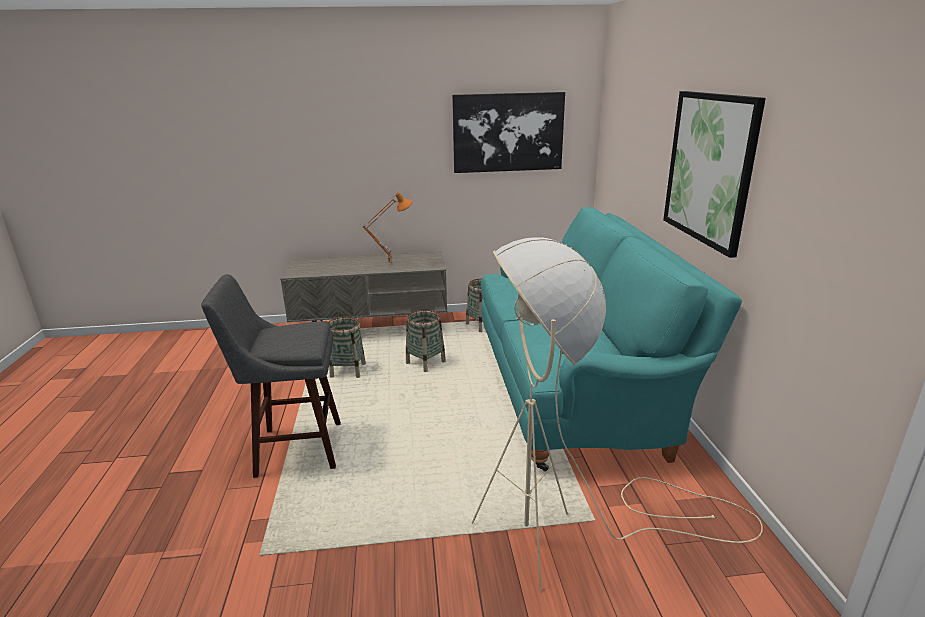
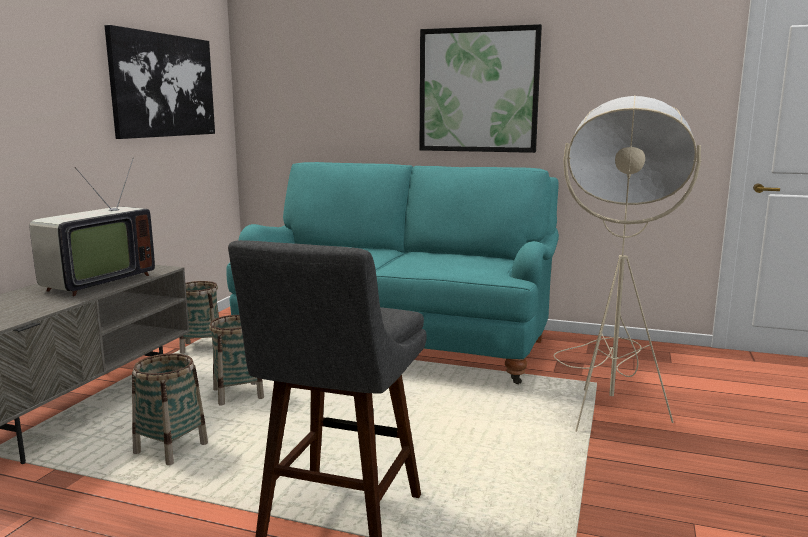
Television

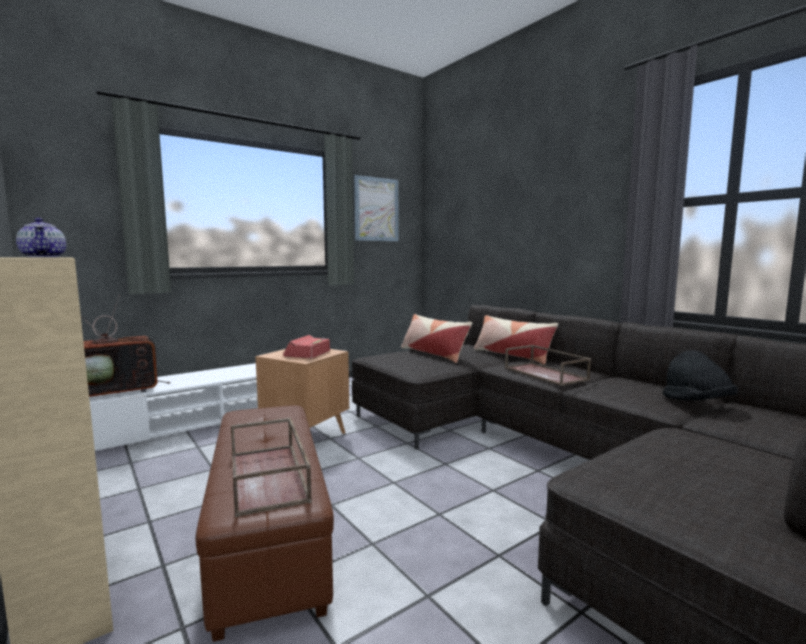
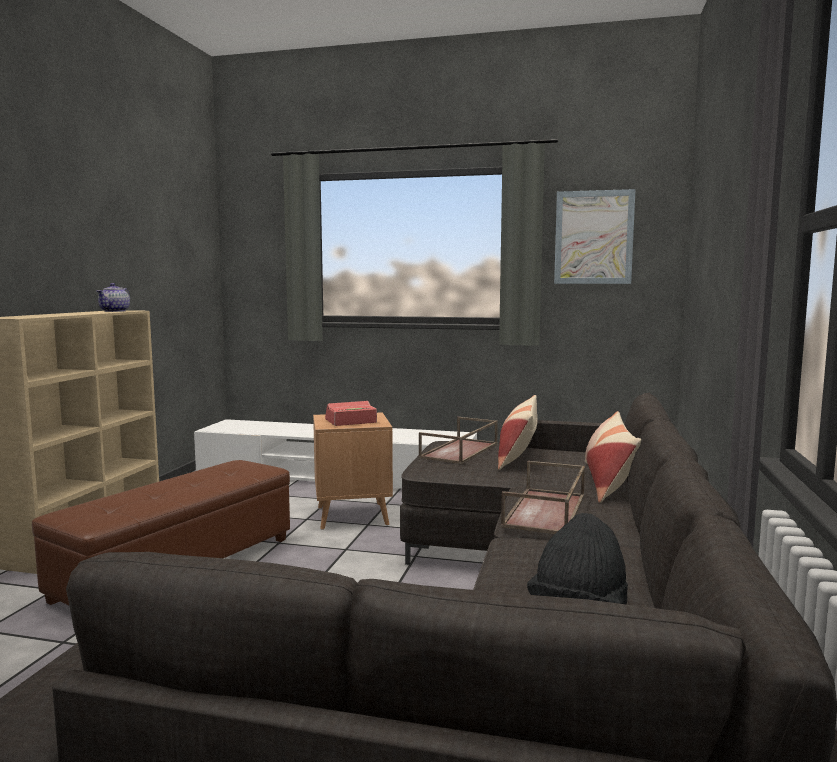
Television; BrownishTray (1st from left)

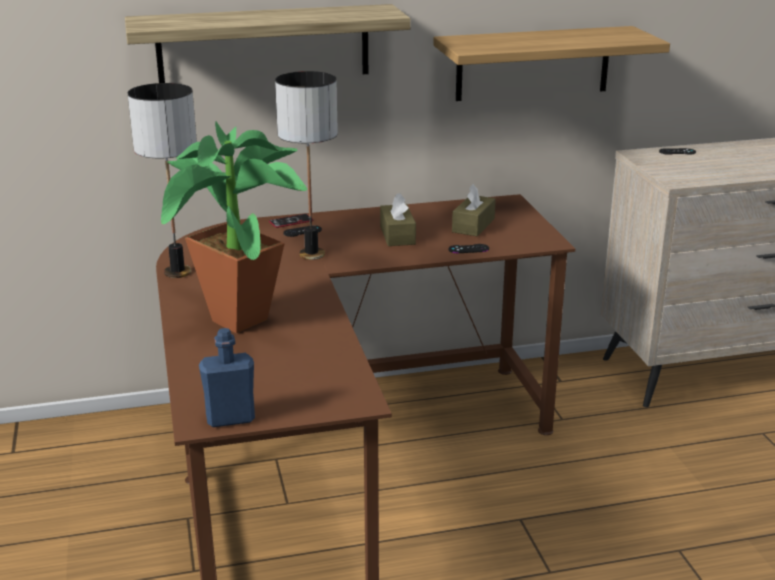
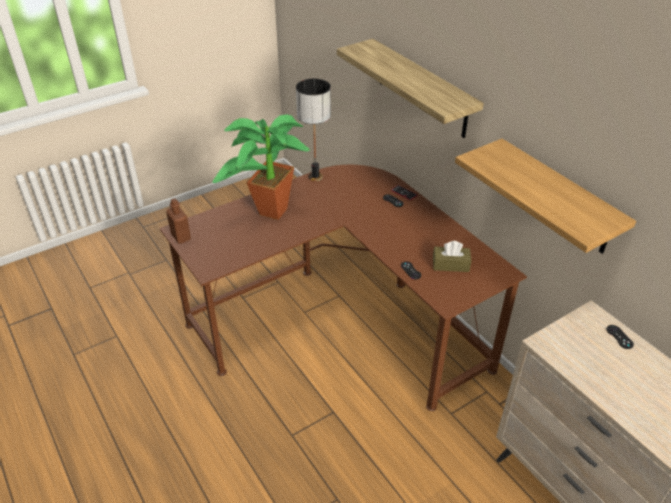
LampForATable (2nd from left in the first image); BrownishTissueHolder (1st from left in the first image); BrownishBottle

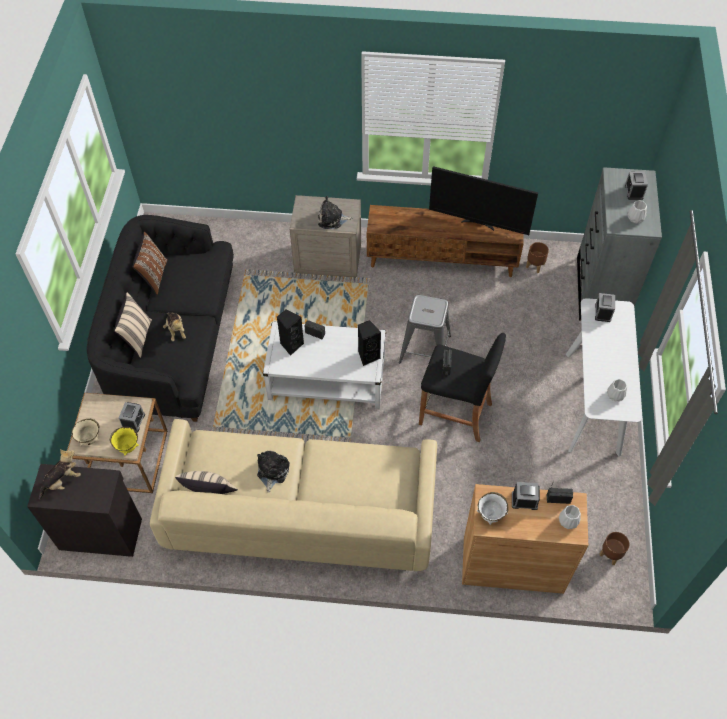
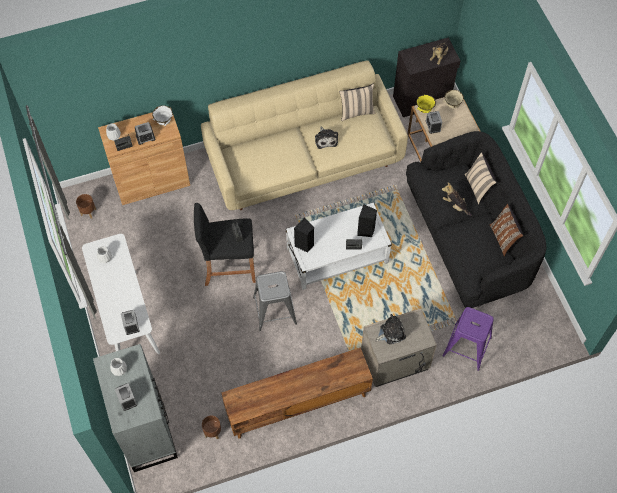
Television; PurpleStool

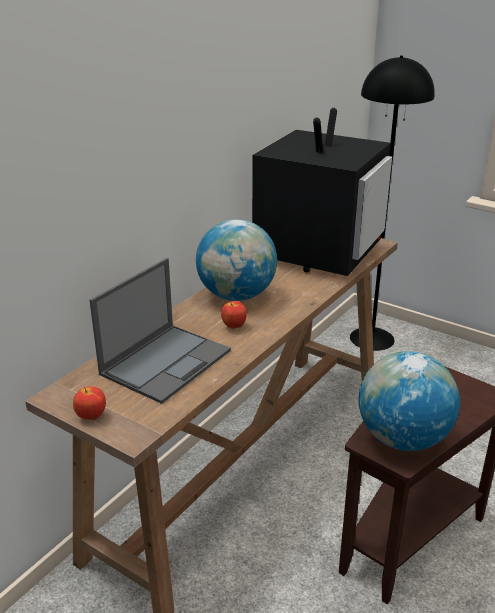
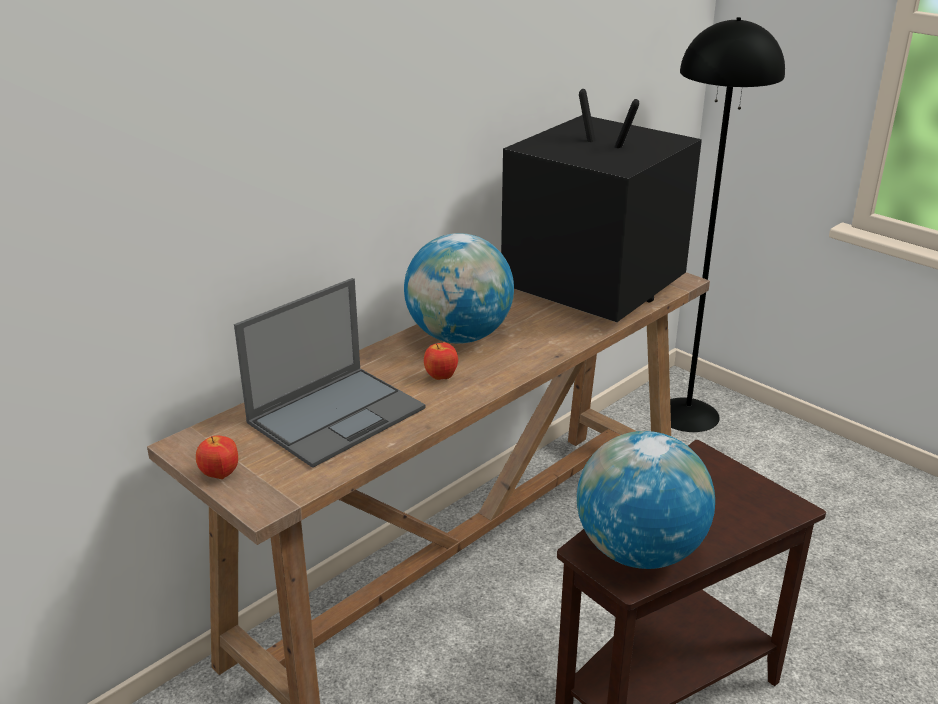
Television

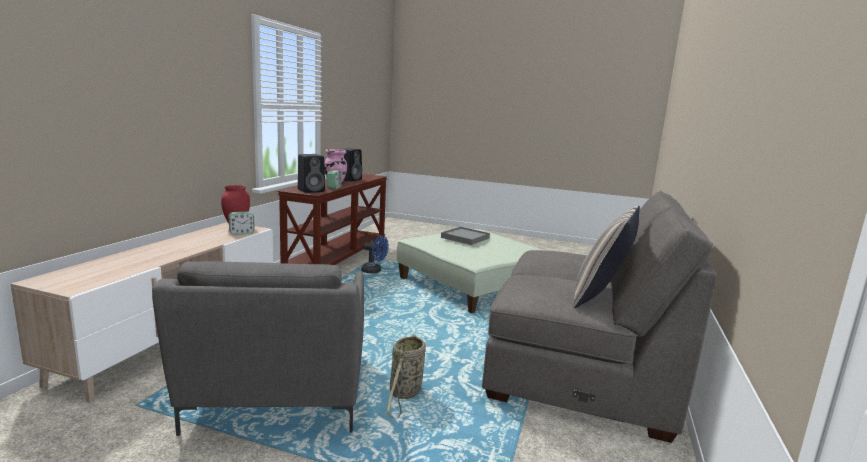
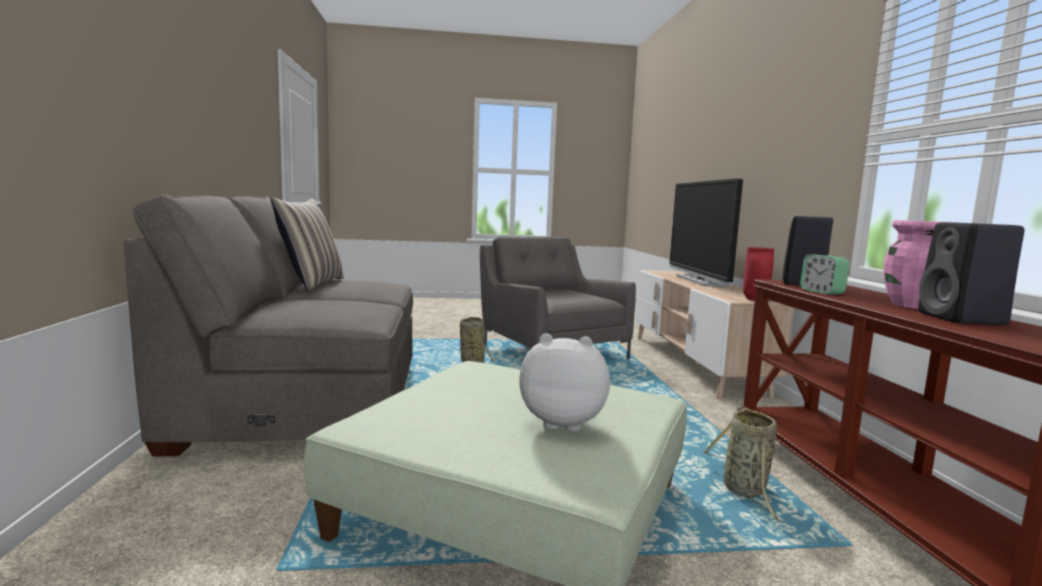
AlarmClock (1st from left in the first image); Television; HouseholdBasket (2nd from left); SoftToy

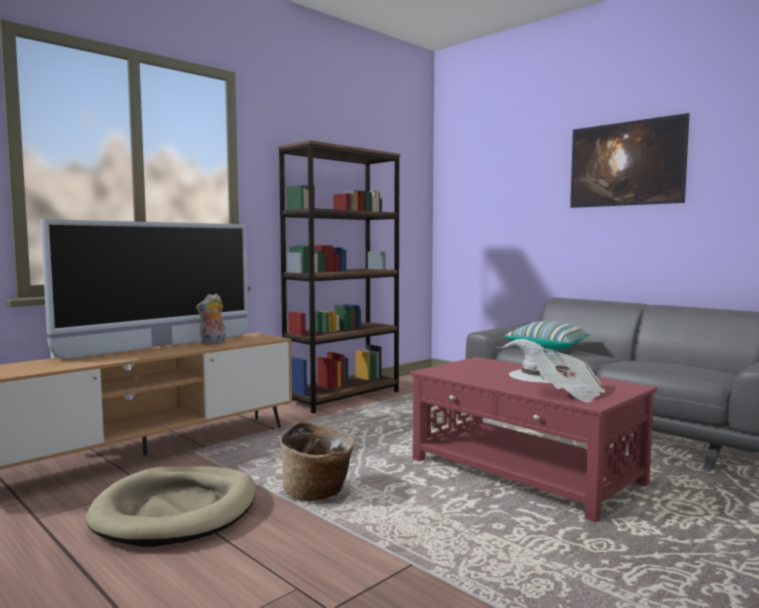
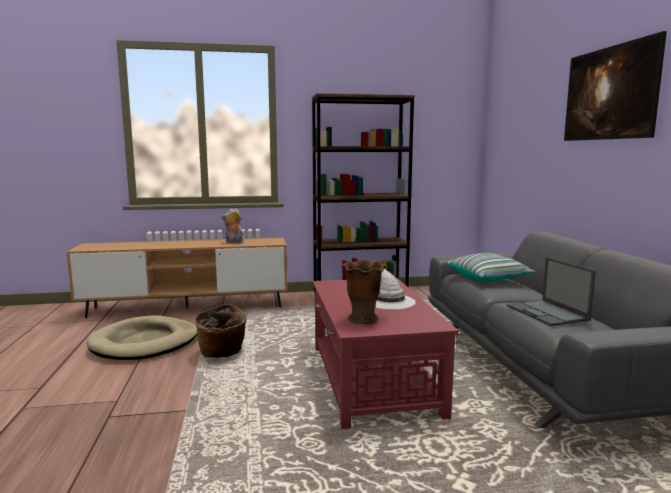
Television; NotebookComputer; BrownishFlowerVase

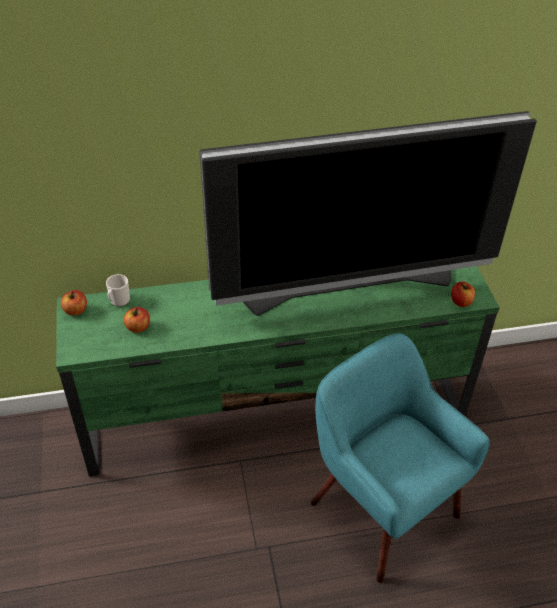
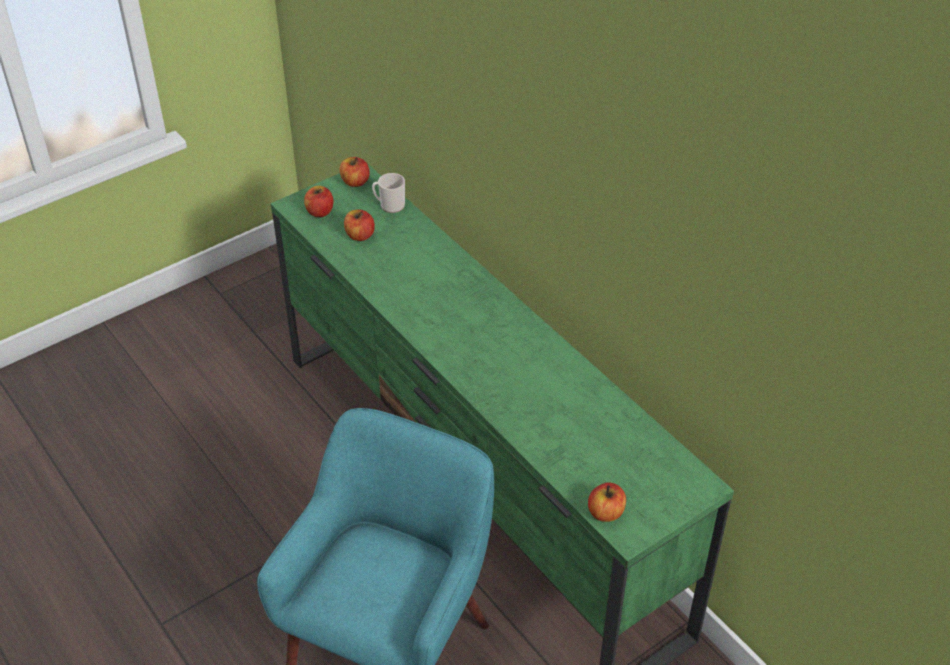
Television; AppleFruit (1st from left)

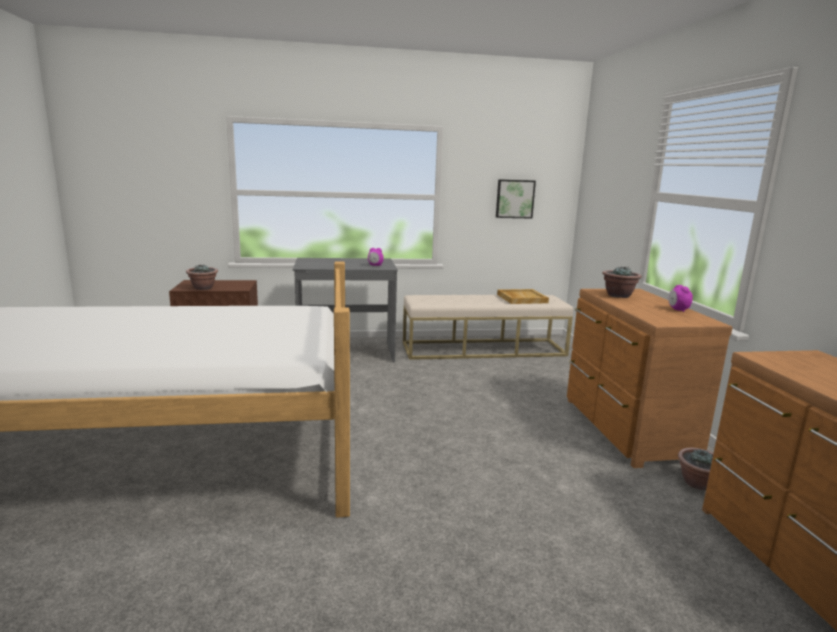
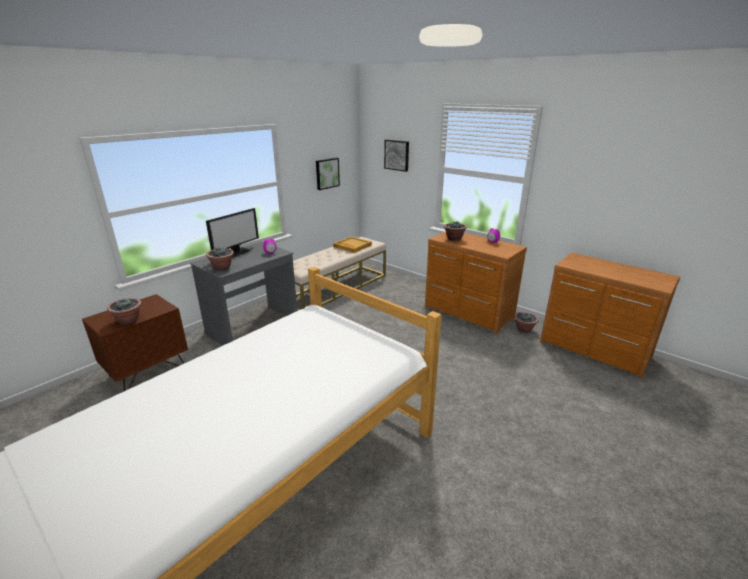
ComputerDisplay; PottedPlant (2nd from left); WallArt (2nd from left)

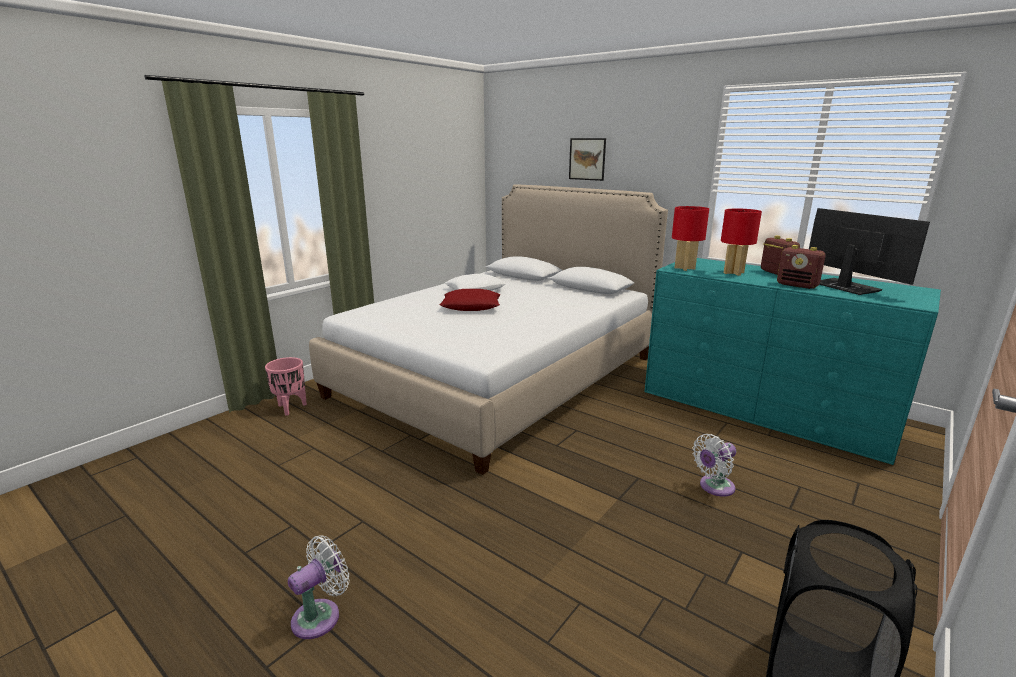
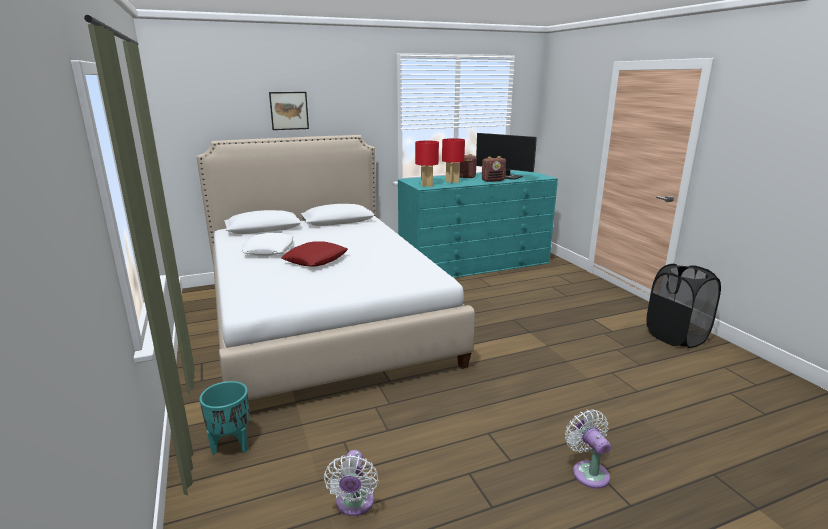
WhiteColouredFan (1st from left); TurquoiseColouredFlowerPot; ComputerDisplay

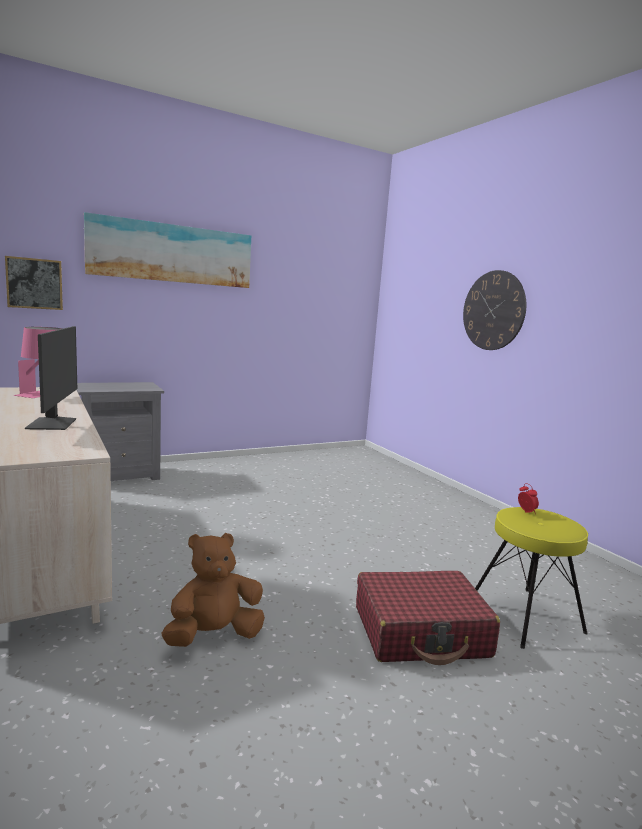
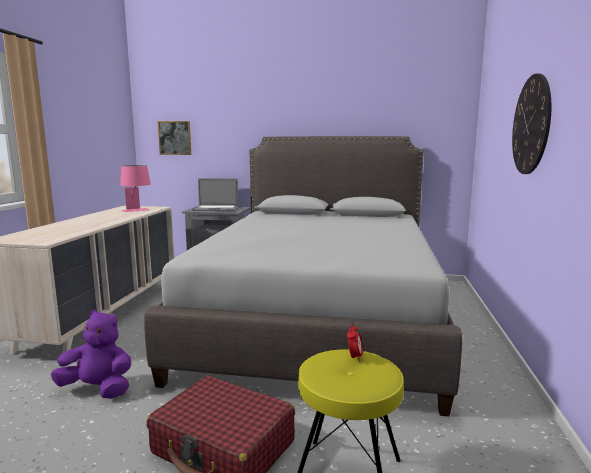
ComputerDisplay; WallArt (2nd from left in the first image); GreyBed; NotebookComputer; PurpleSoftToy

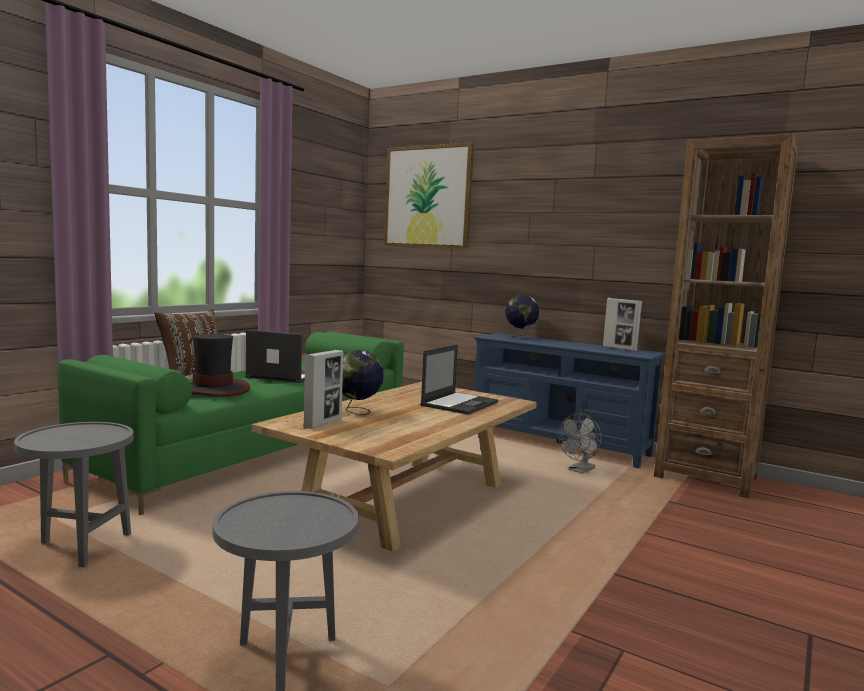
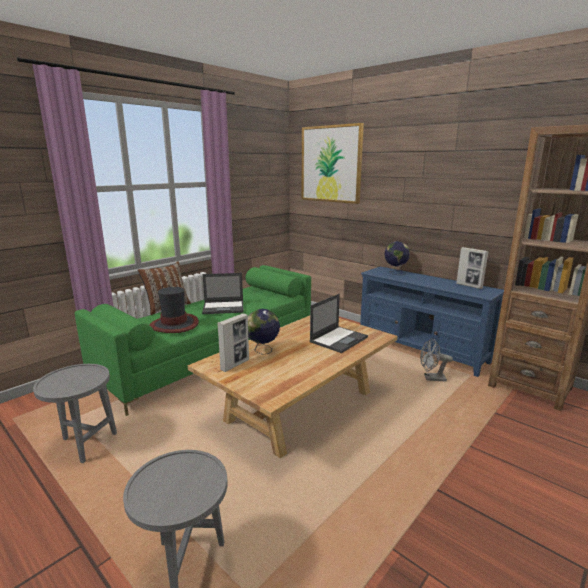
NotebookComputer (1st from left); GreyFan

